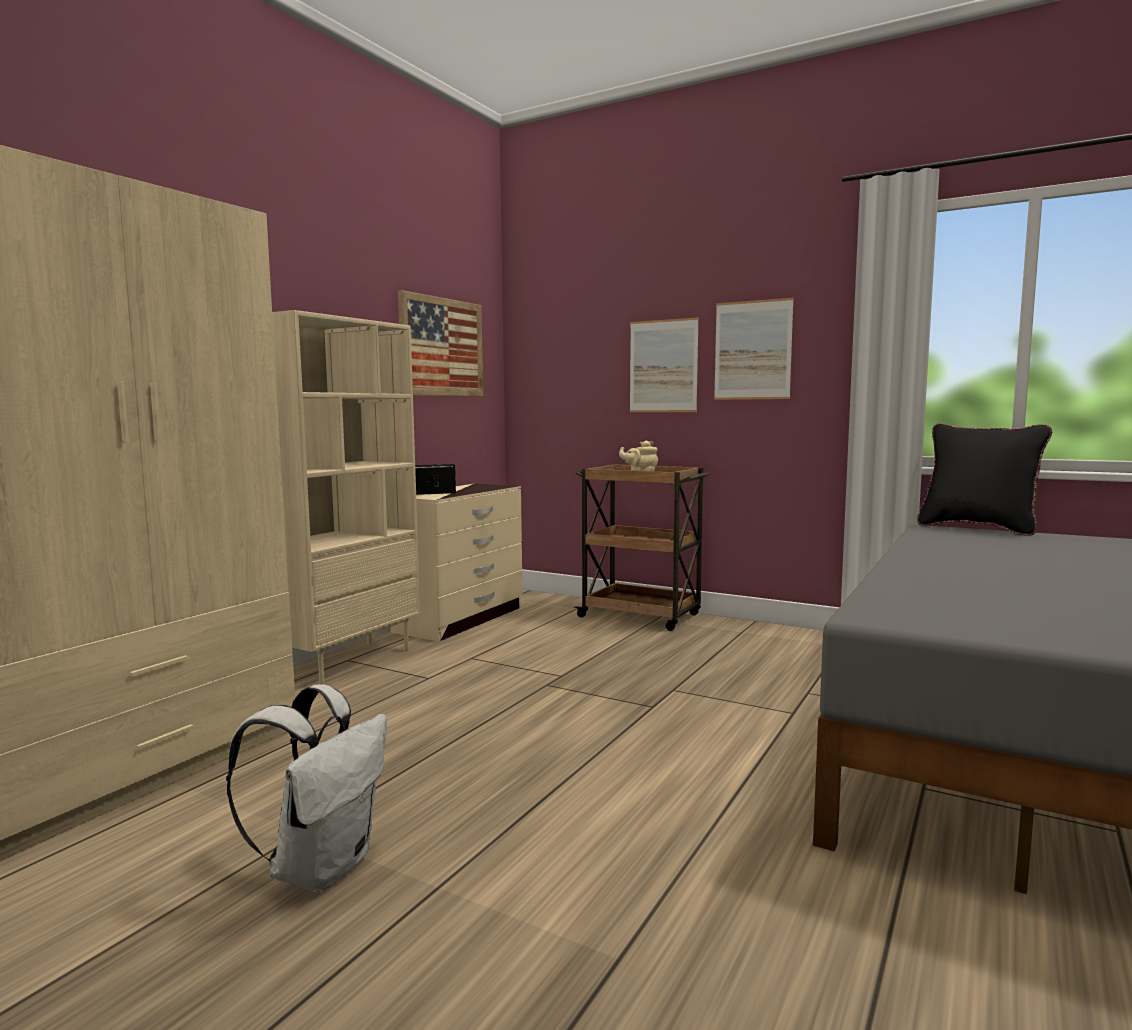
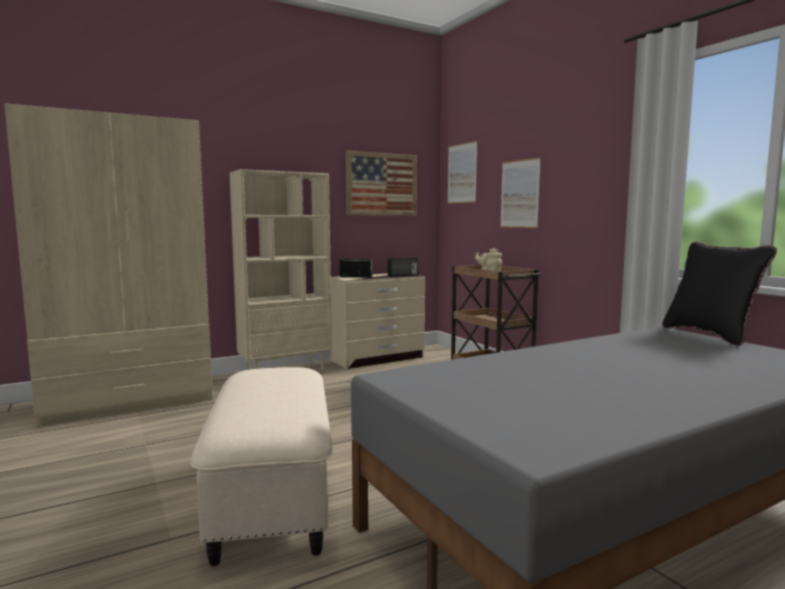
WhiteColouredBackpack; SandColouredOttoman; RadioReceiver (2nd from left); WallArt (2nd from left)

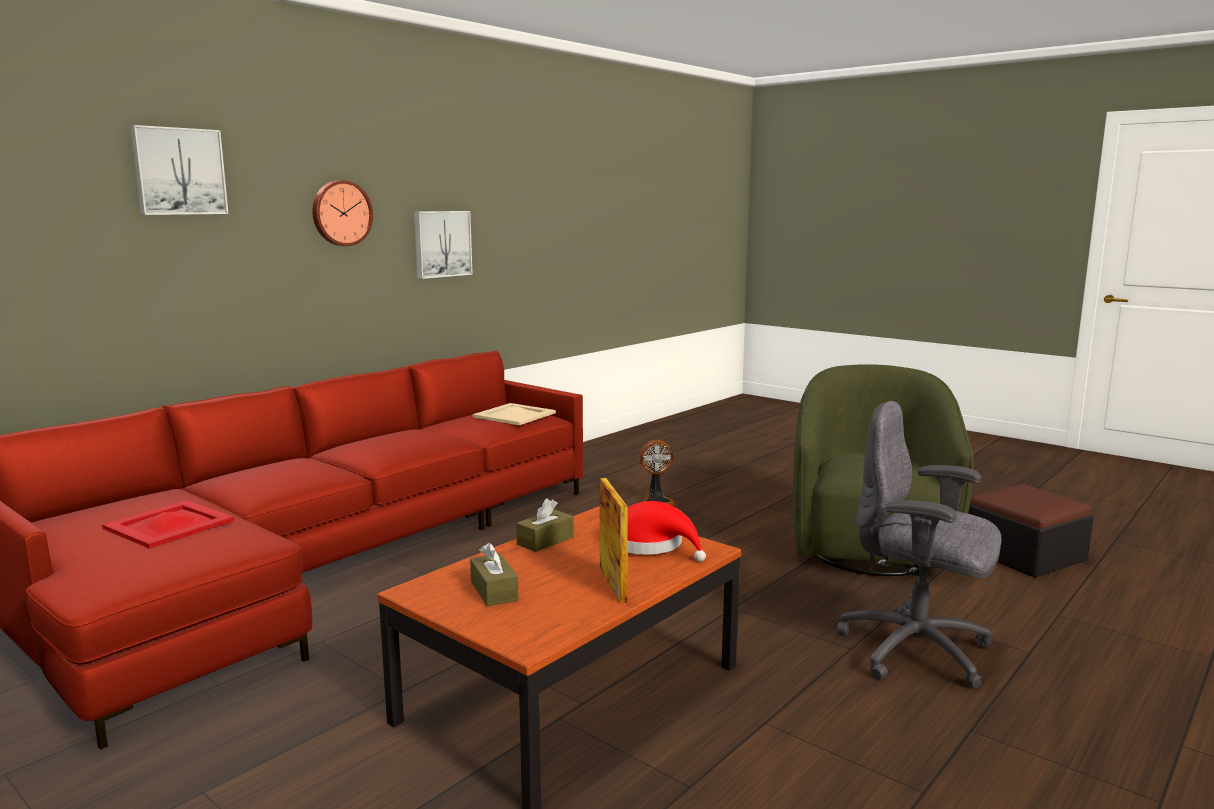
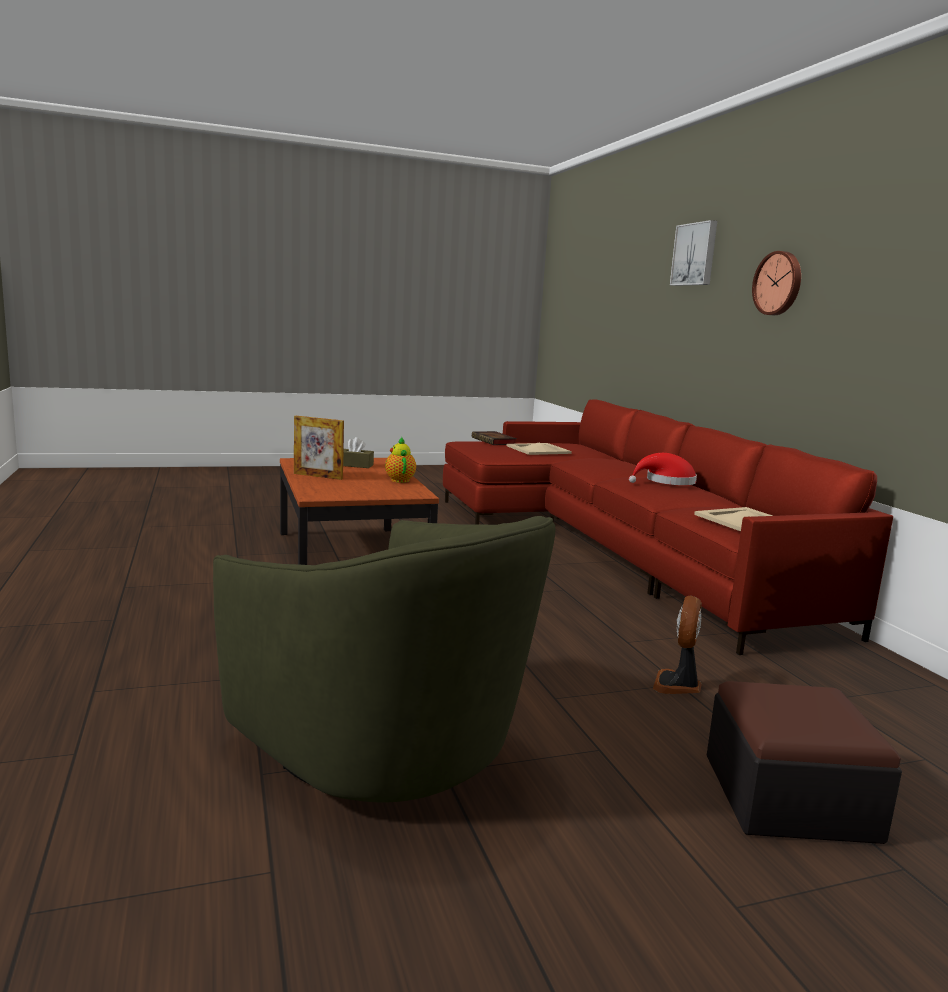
WallArt (2nd from left in the first image); GreyOfficeChair; Book; ReddishClothingHat; Ottoman; PotForTea; SandColouredTray (1st from left)

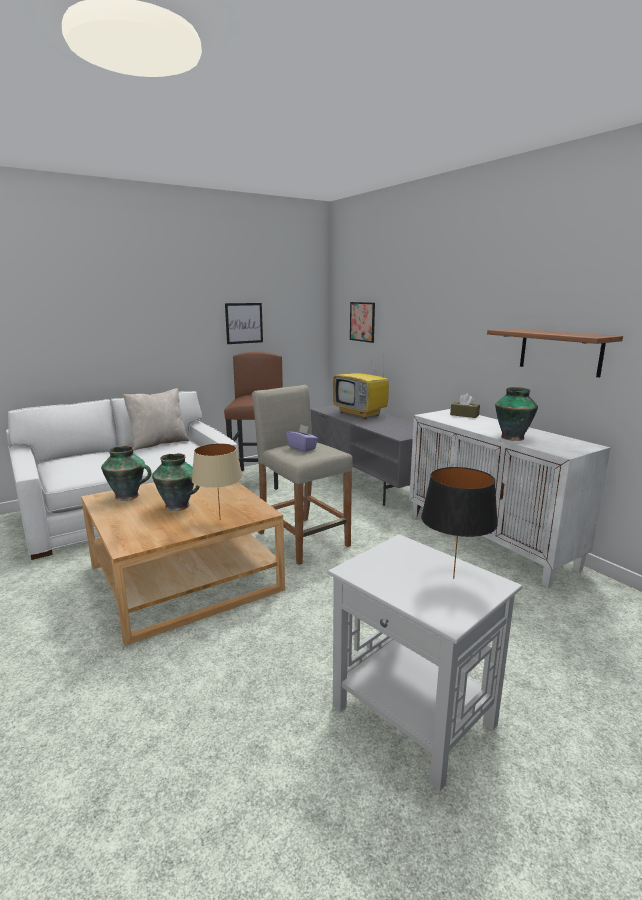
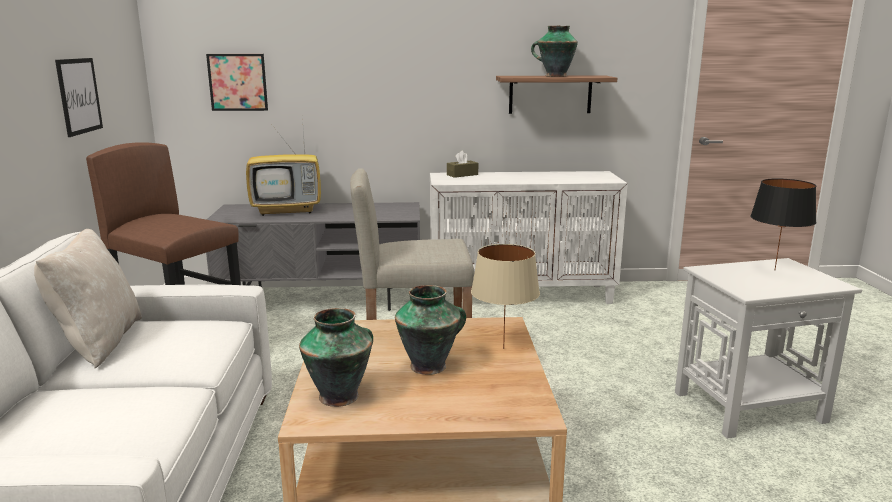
PurpleTissueHolder; FlowerVase (3rd from left)

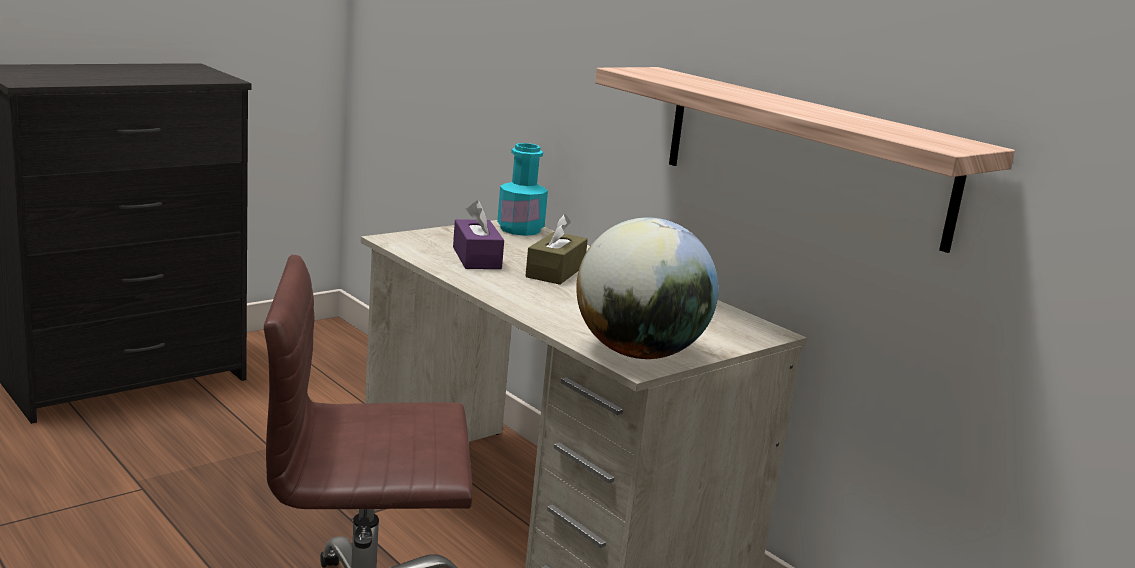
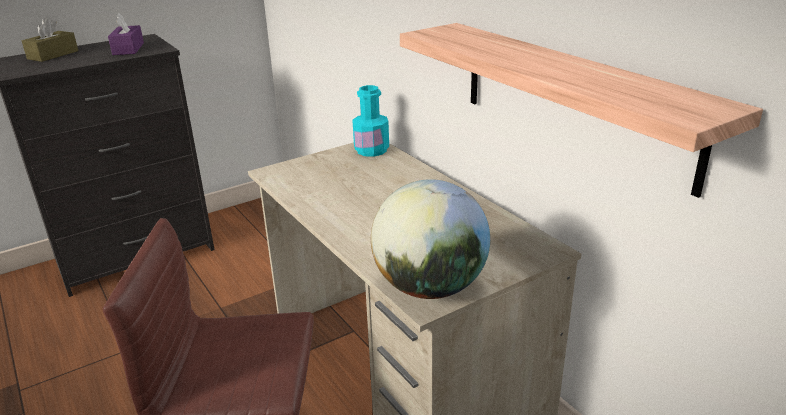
PurpleTissueHolder; BrownishTissueHolder

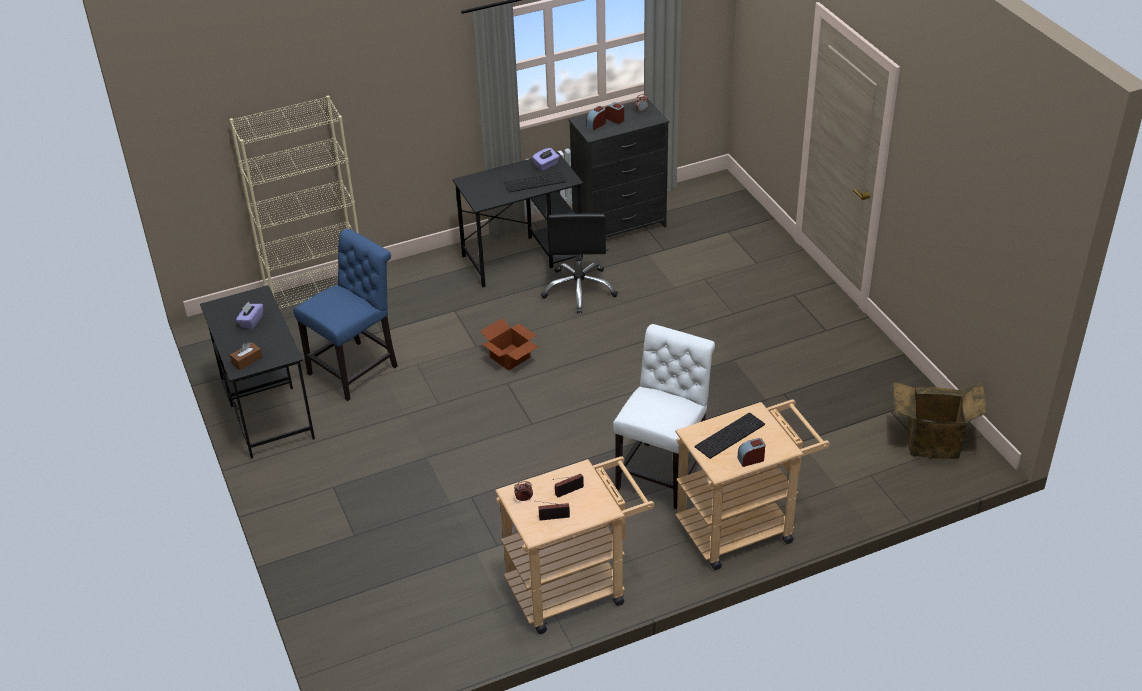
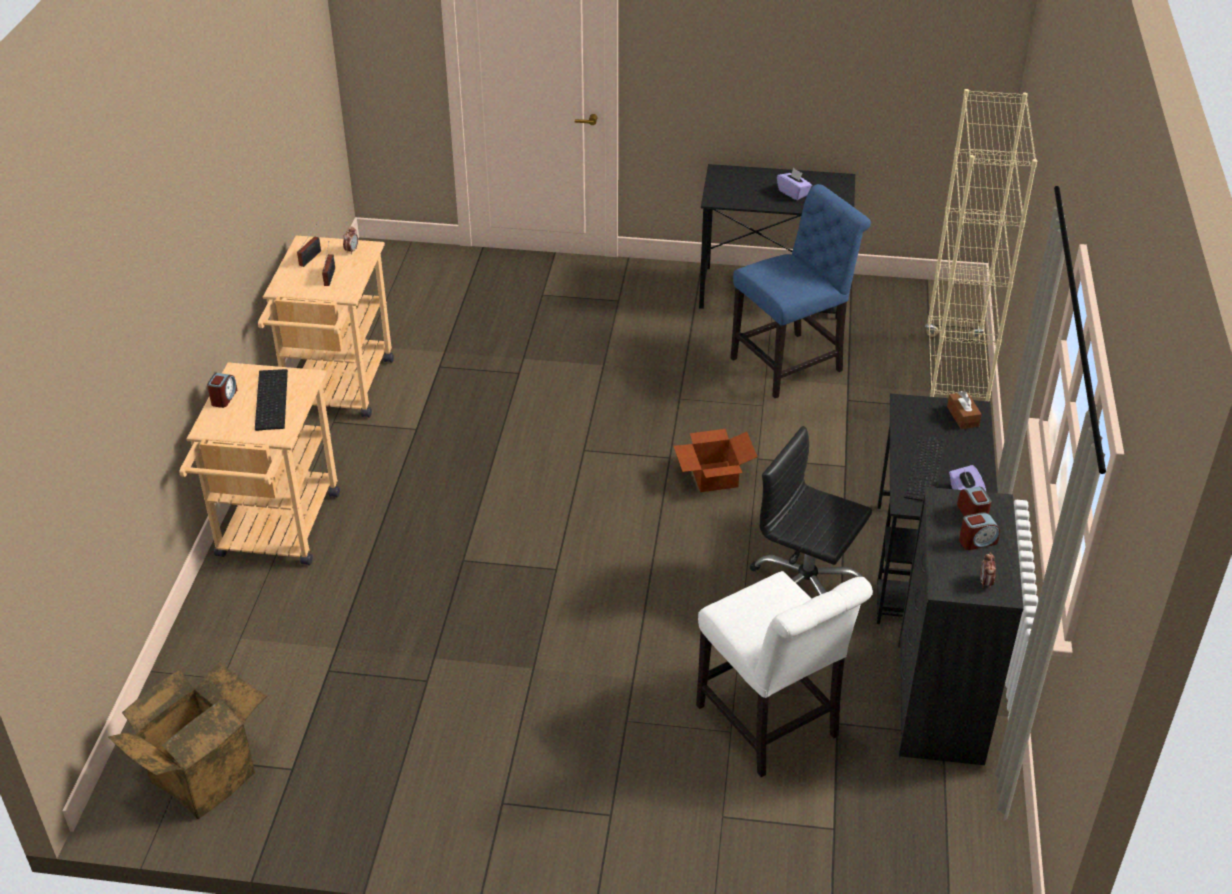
BrownishTissueHolder; WhiteColouredChair; BluishChair

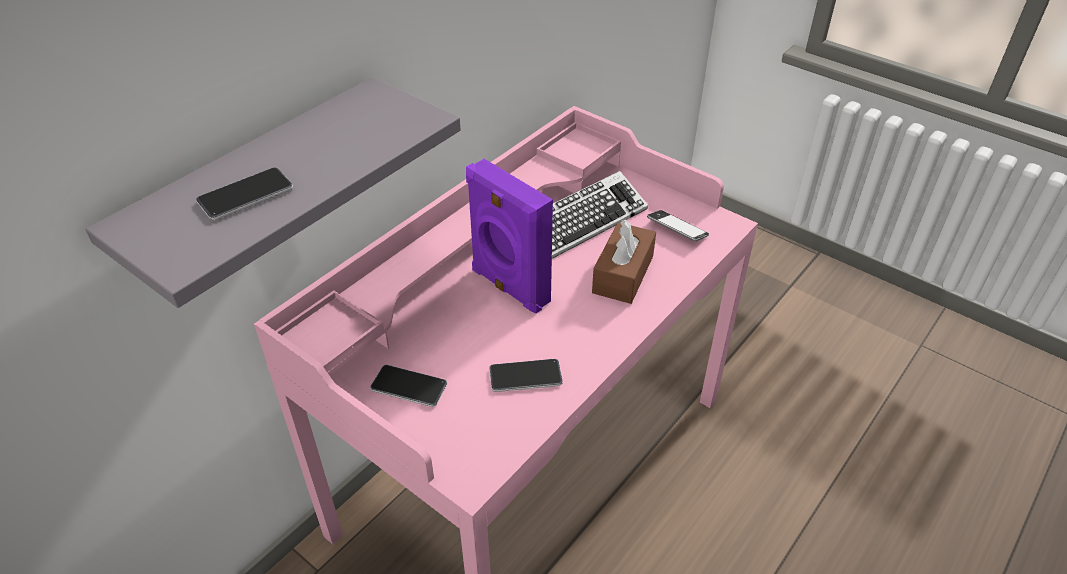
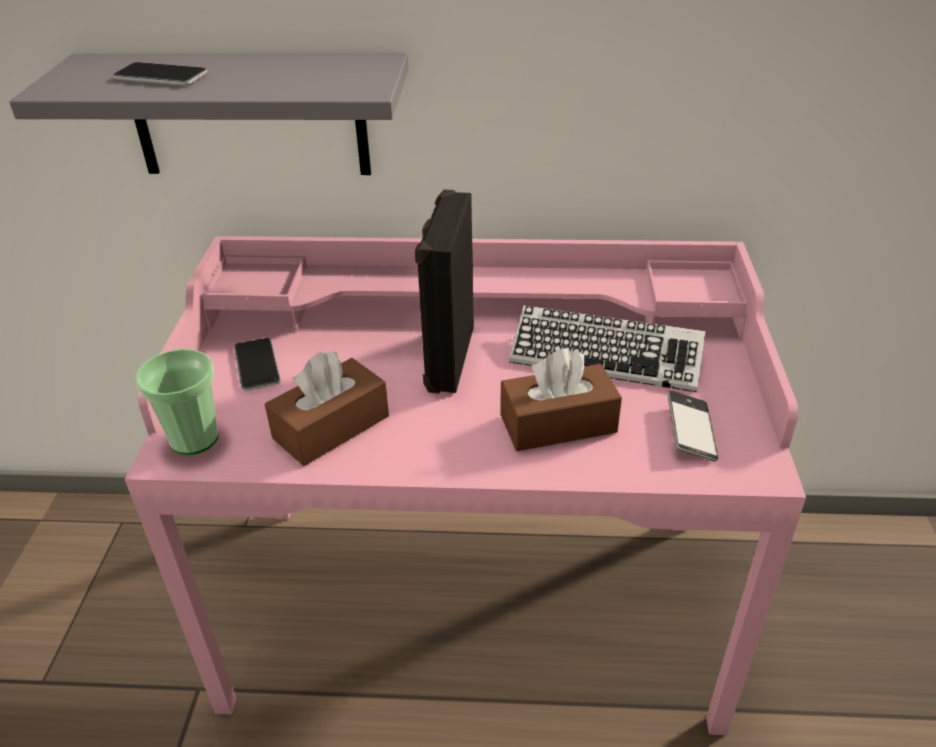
Cup; BrownishTissueHolder (1st from left); BlackColouredAudioSpeaker

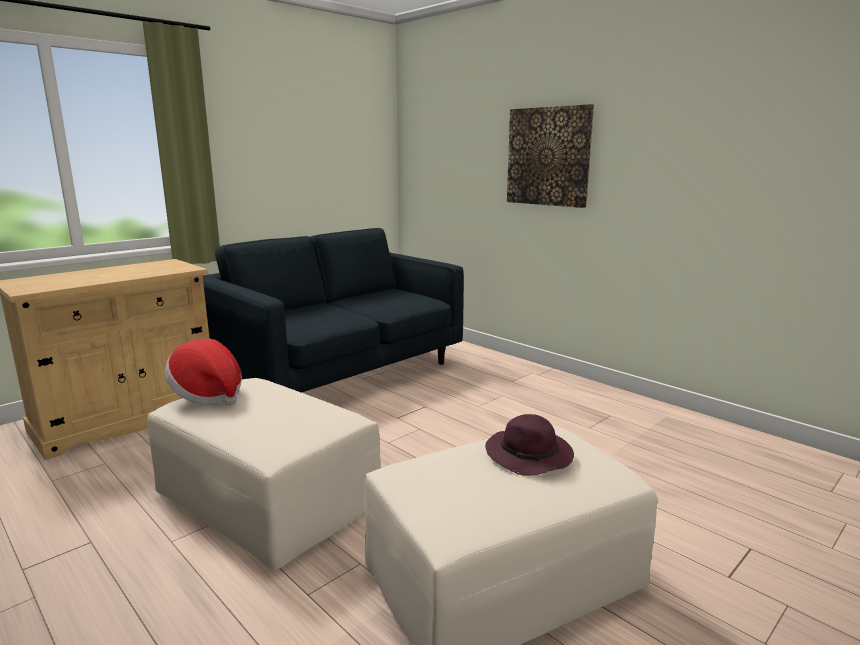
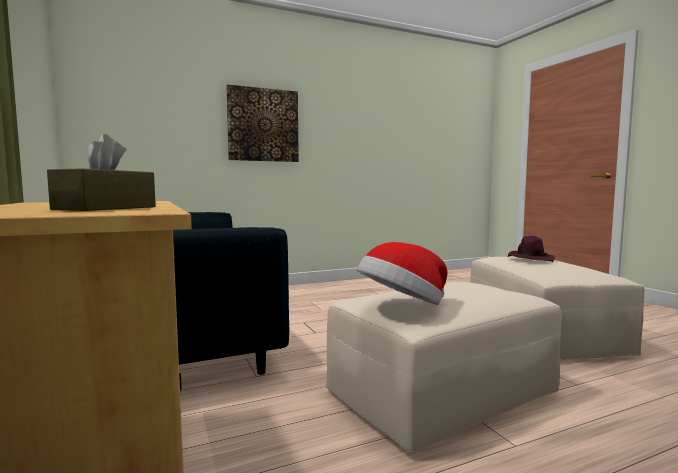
BrownishTissueHolder

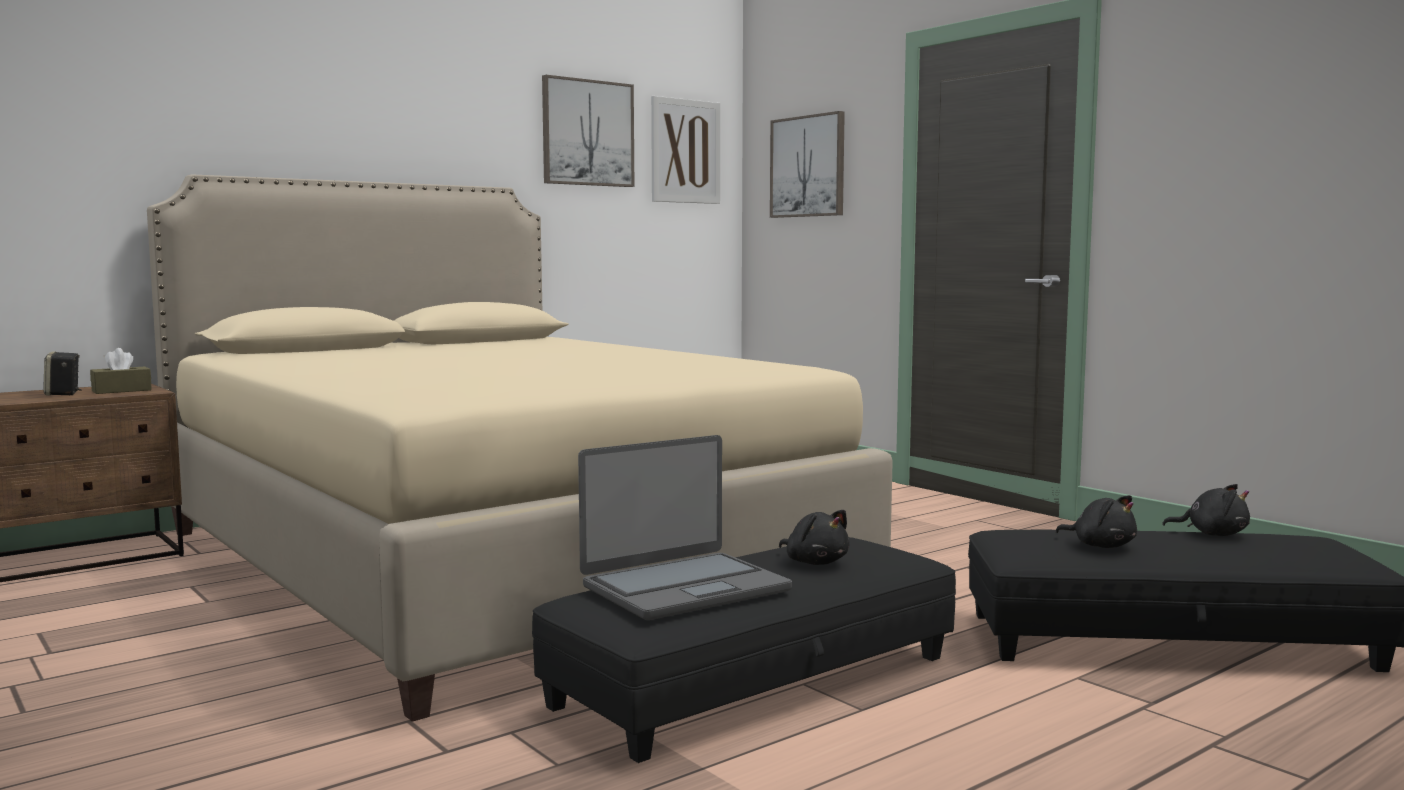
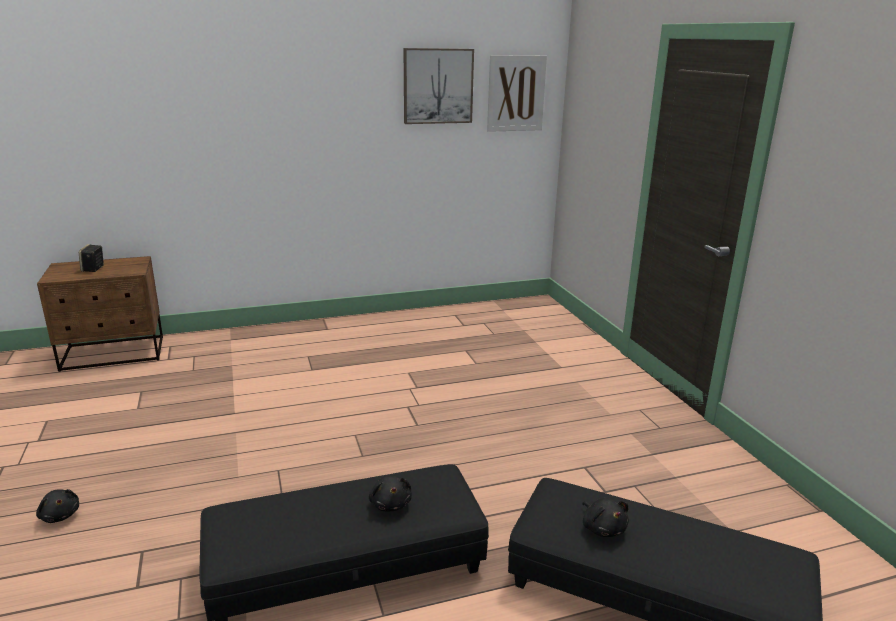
BrownishTissueHolder; SandColouredBed; NotebookComputer; WallArt (3rd from left in the first image); BlackColouredSoftToy (1st from left)

